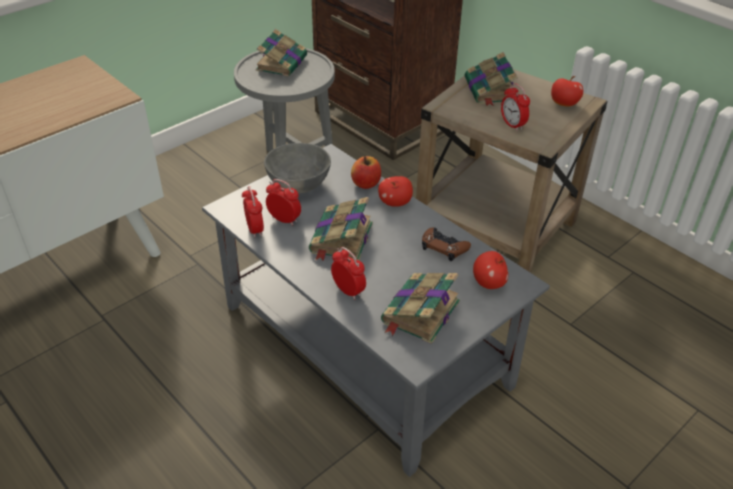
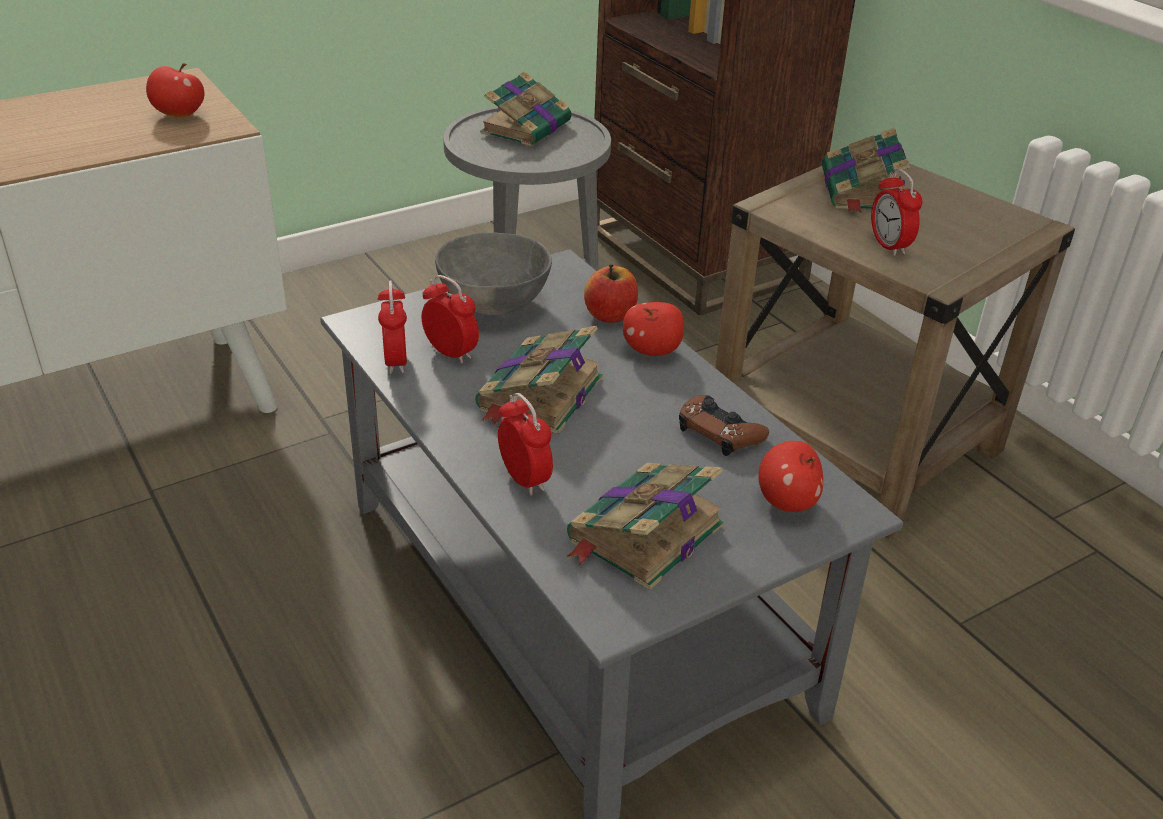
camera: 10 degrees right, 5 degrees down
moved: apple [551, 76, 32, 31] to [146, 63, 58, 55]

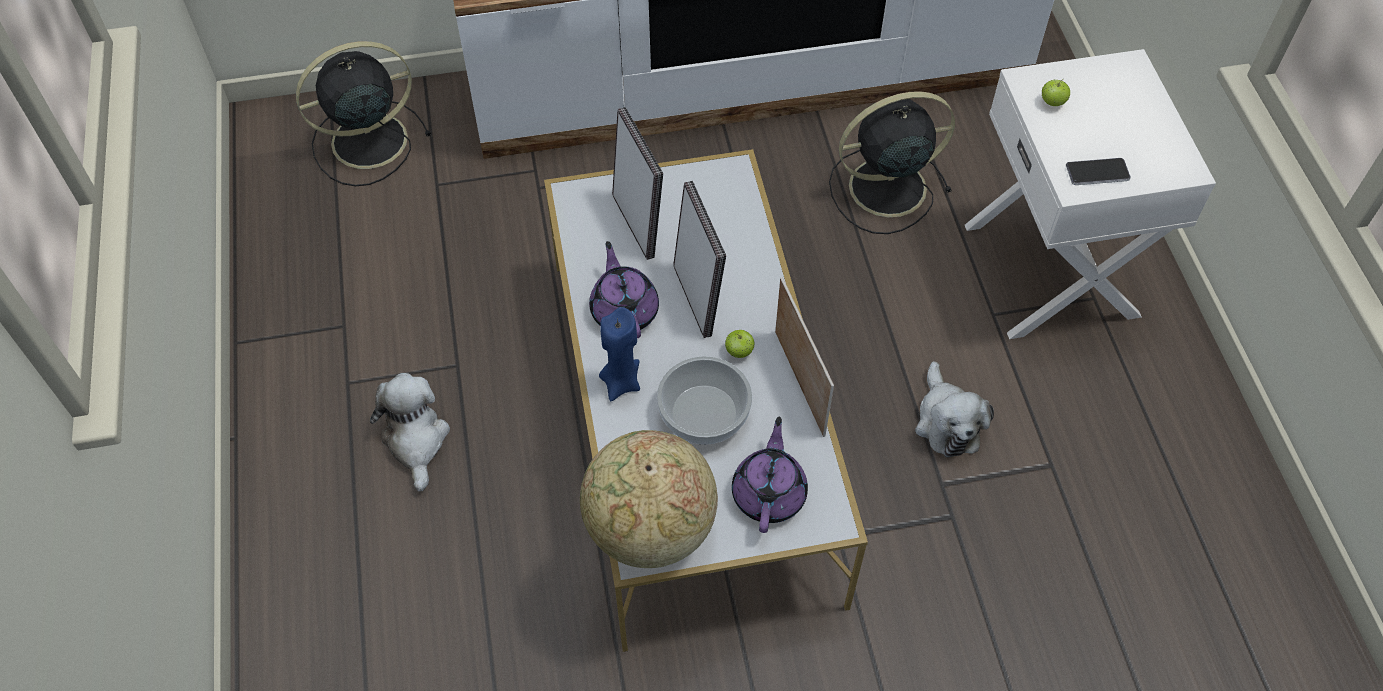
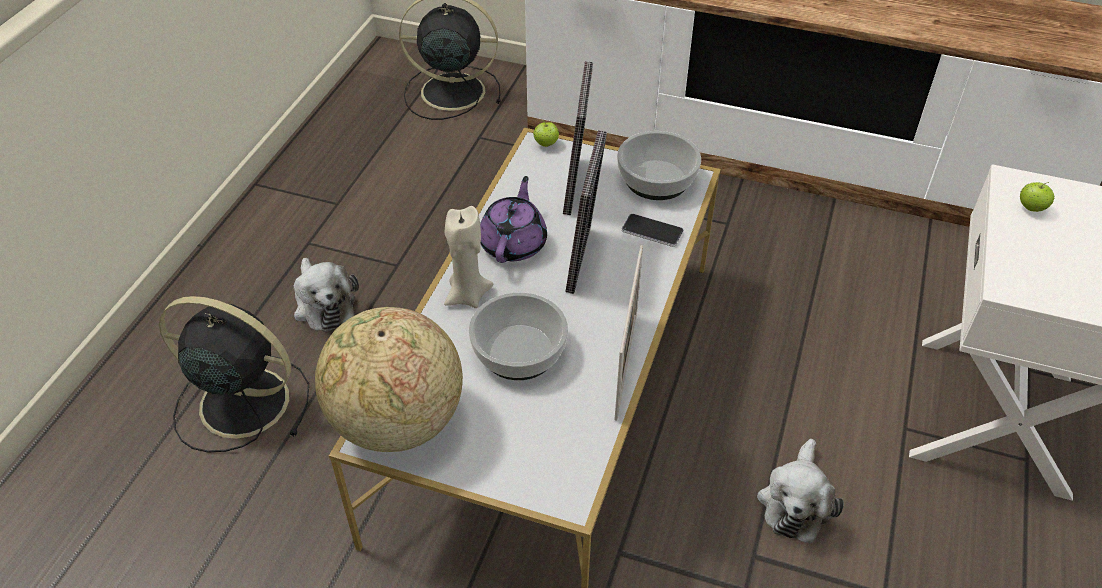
camera: 30 degrees right, 10 degrees down
removed: teapot (purple) [732, 417, 76, 116]
added: bowl [617, 131, 84, 69]
moved: fan (black) [829, 91, 126, 143] to [159, 296, 150, 156]; apple [725, 330, 30, 28] to [534, 120, 25, 27]; phone [1066, 158, 65, 27] to [622, 214, 62, 33]
recoloured: candle (blue) [599, 307, 41, 94] to candle (beige) [444, 206, 49, 102]
turned: plush toy [370, 373, 80, 119] = [294, 258, 65, 74] 135 degrees clockwise

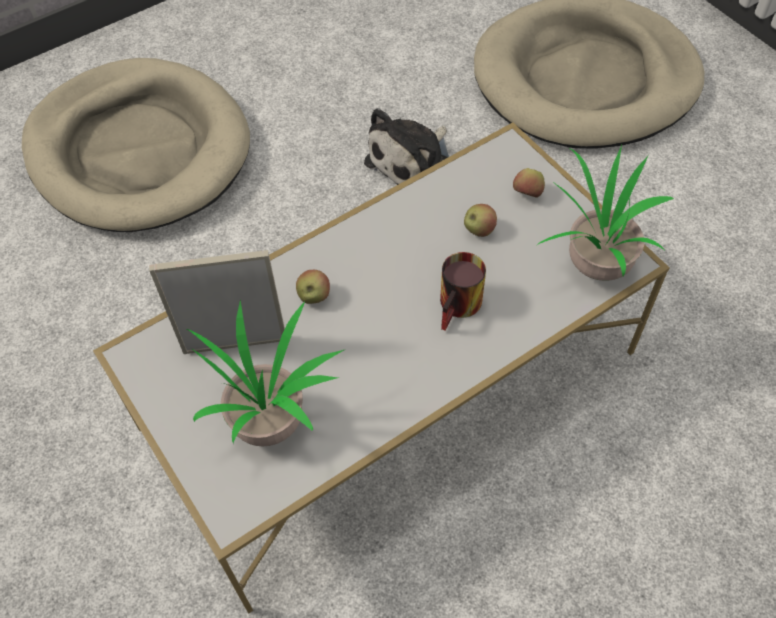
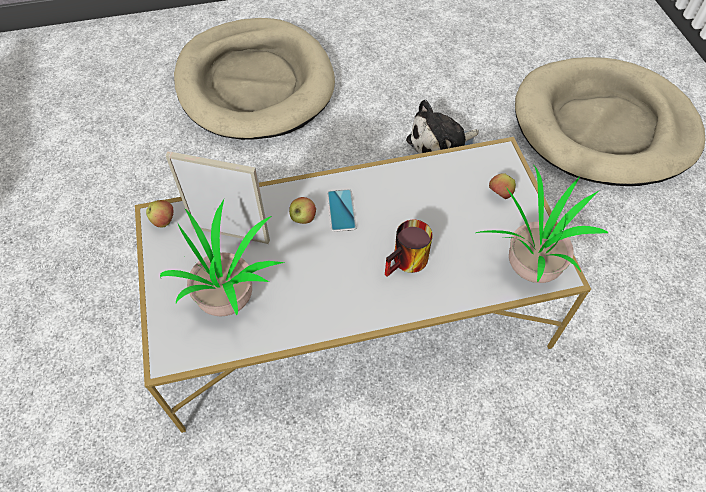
camera: 20 degrees right, 0 degrees up
added: phone [327, 189, 30, 43]
moved: apple [464, 204, 33, 33] to [146, 200, 28, 27]

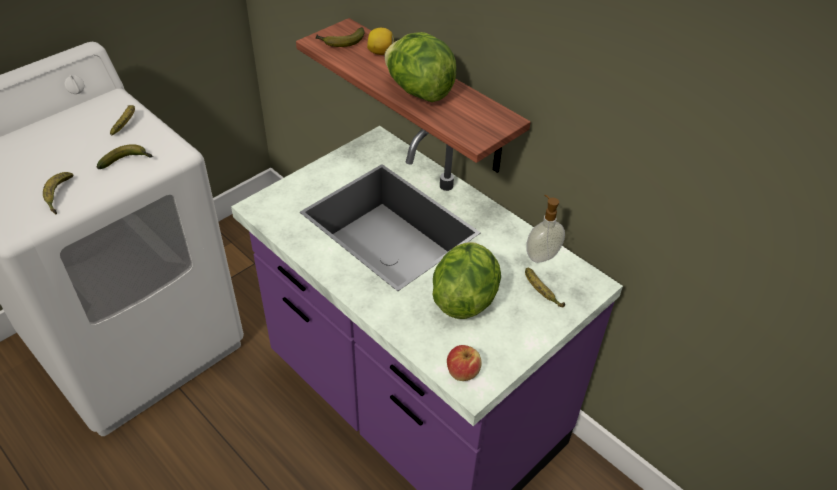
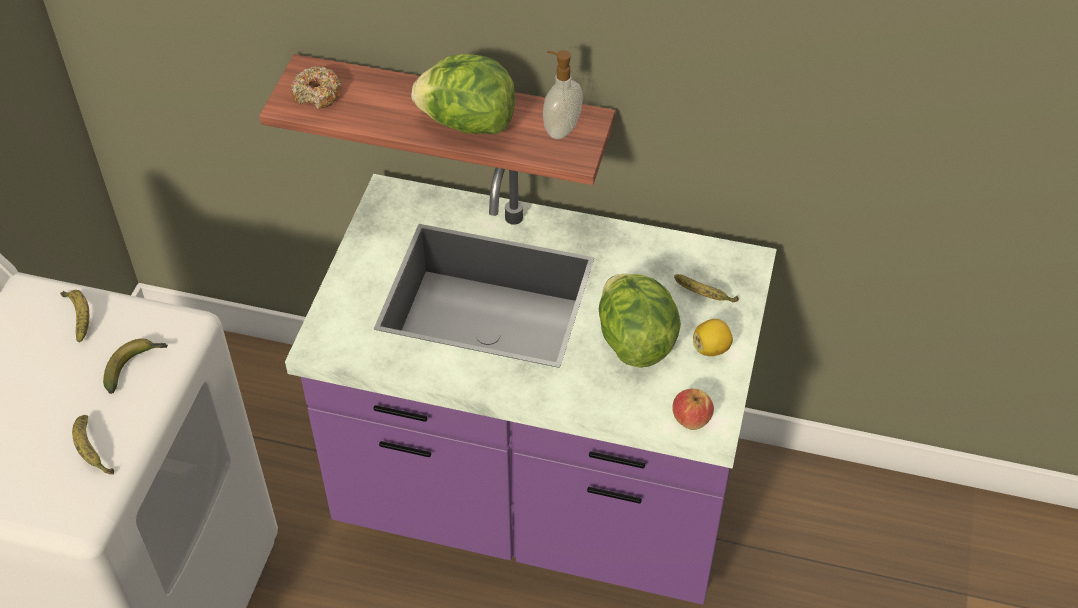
camera: 30 degrees left, 5 degrees up
moved: soap dispenser [526, 195, 39, 68] to [543, 50, 40, 89]; lemon [367, 28, 27, 27] to [693, 319, 40, 37]
replaced: banana [315, 27, 50, 20] to donut [291, 66, 50, 43]

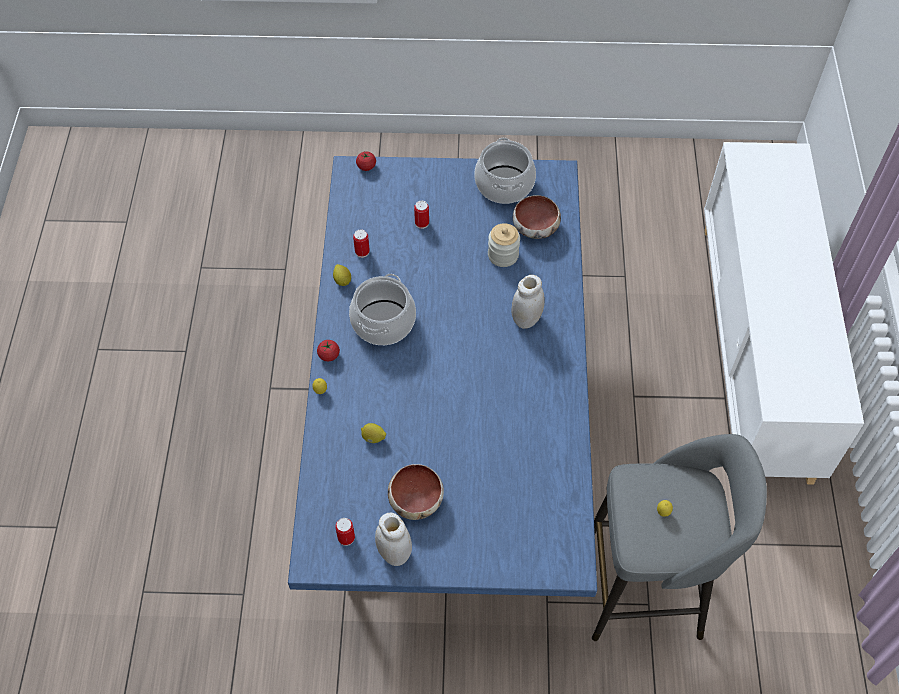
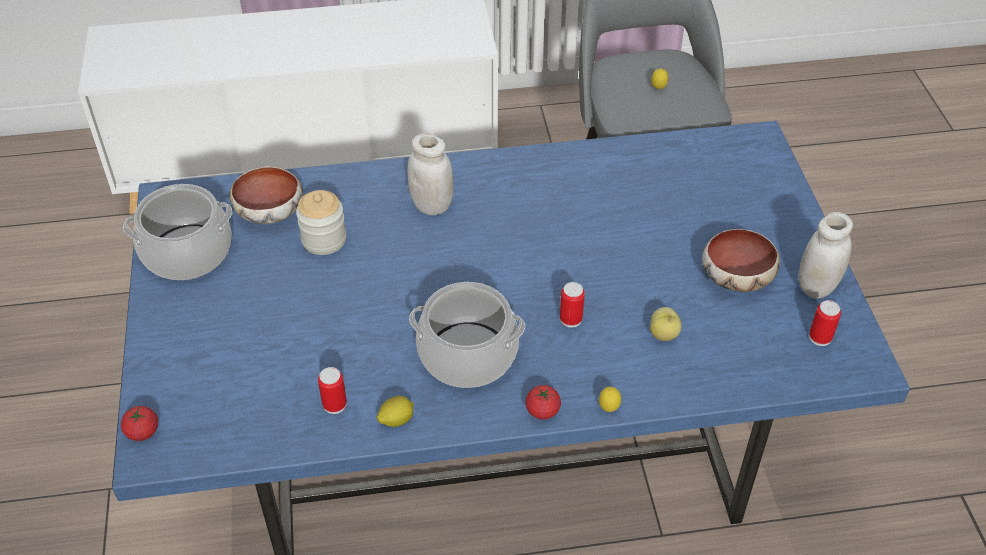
camera: 100 degrees left, 10 degrees down
moved: can [414, 201, 15, 28] to [560, 282, 25, 45]
replaced: lemon [361, 423, 25, 20] to apple [650, 307, 32, 34]

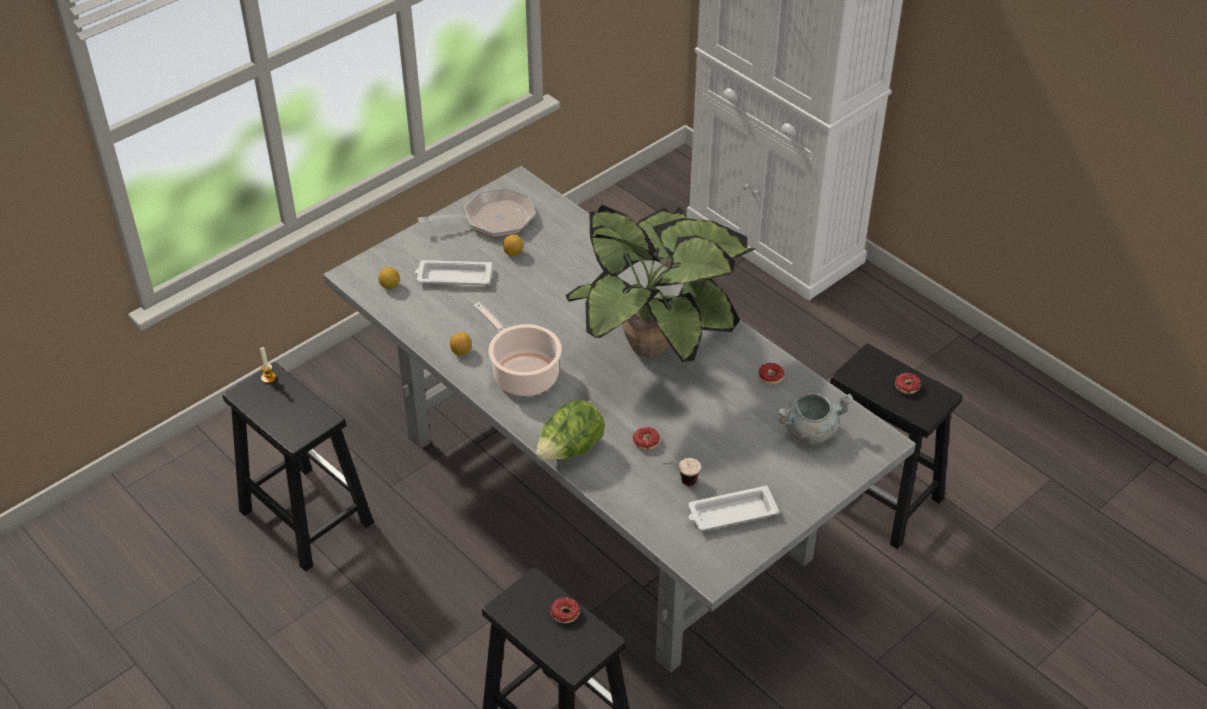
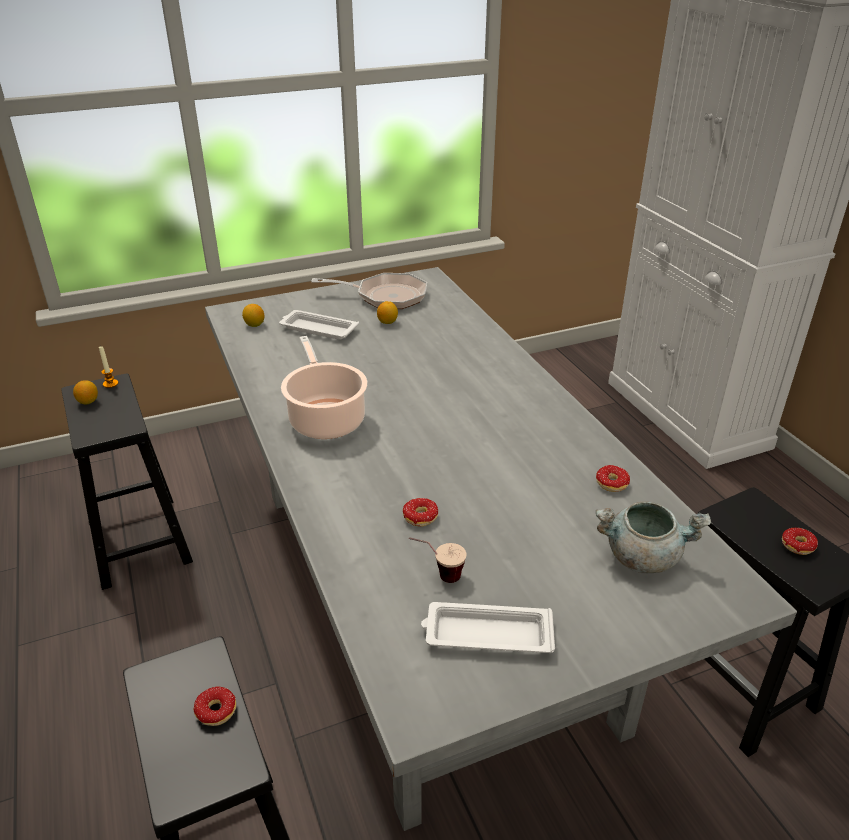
camera: 20 degrees right, 10 degrees down
removed: lettuce [536, 400, 69, 61]; potted plant [565, 205, 190, 157]
moved: lemon [450, 332, 21, 24] to [73, 380, 25, 25]

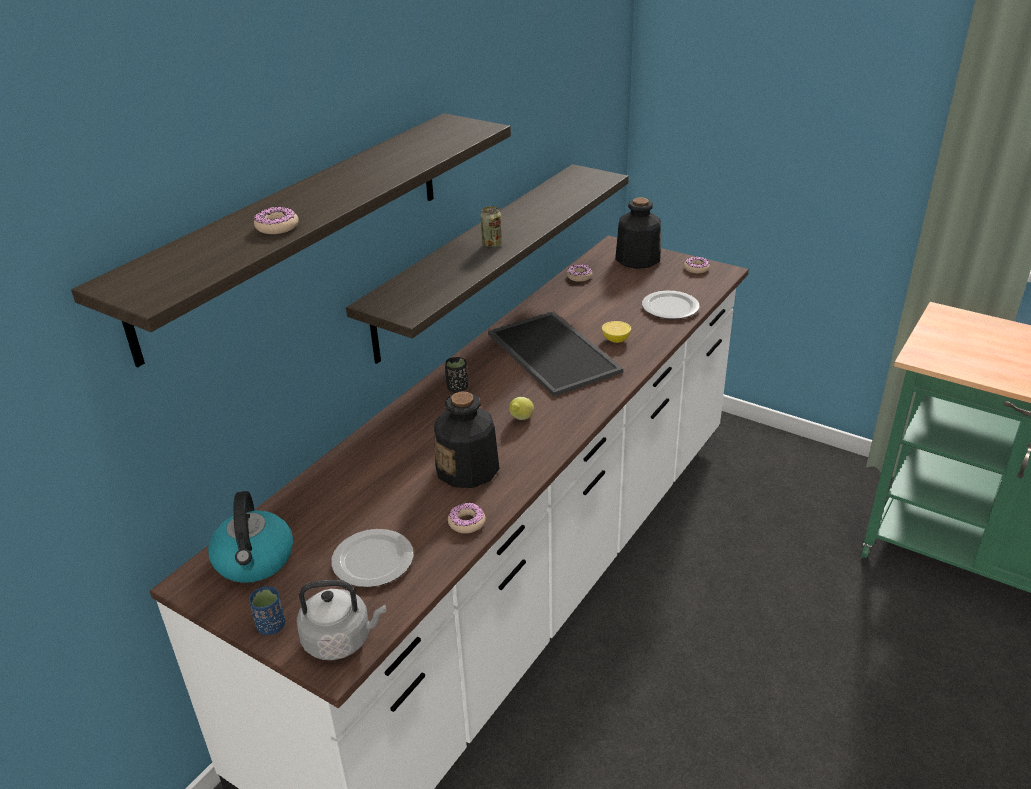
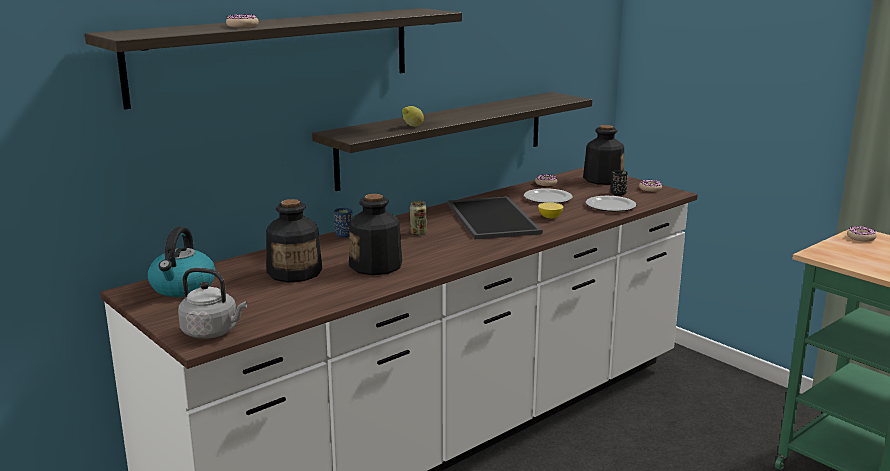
camera: 15 degrees right, 15 degrees down
added: bottle [266, 199, 56, 84]
moved: cup (blue) [249, 586, 36, 49] to [334, 208, 19, 30]; lemon [509, 397, 25, 23] to [402, 106, 22, 21]; can [481, 206, 21, 42] to [410, 201, 17, 34]; plate [331, 529, 83, 58] to [524, 188, 49, 15]; cup (black) [445, 357, 23, 36] to [611, 170, 17, 26]; donut [448, 503, 38, 31] to [847, 226, 29, 16]

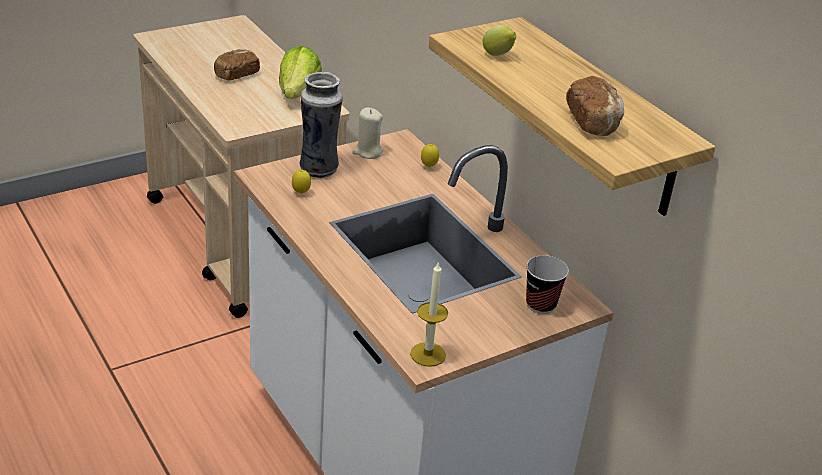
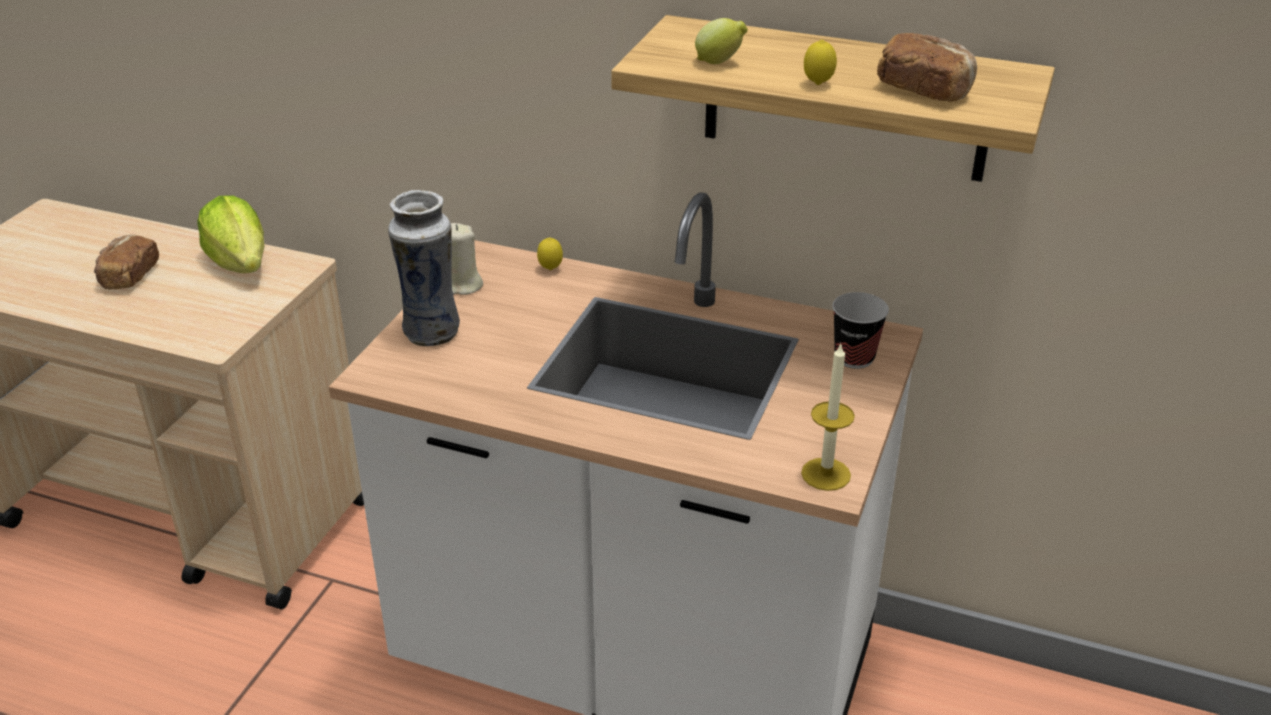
camera: 35 degrees left, 0 degrees up
moved: lemon [292, 170, 19, 24] to [804, 40, 33, 45]

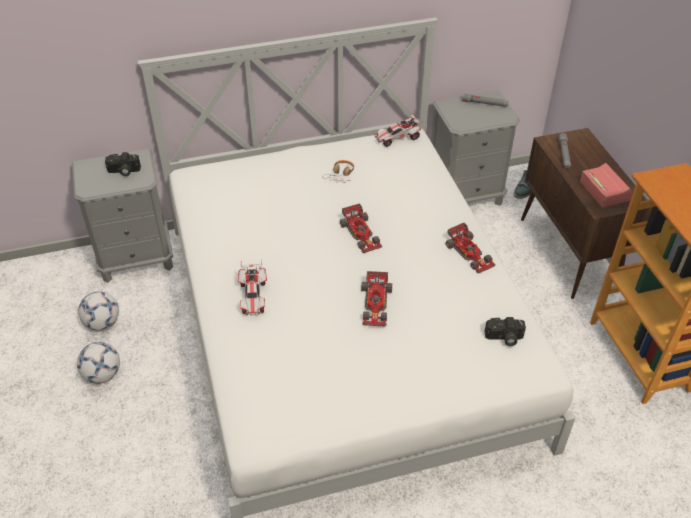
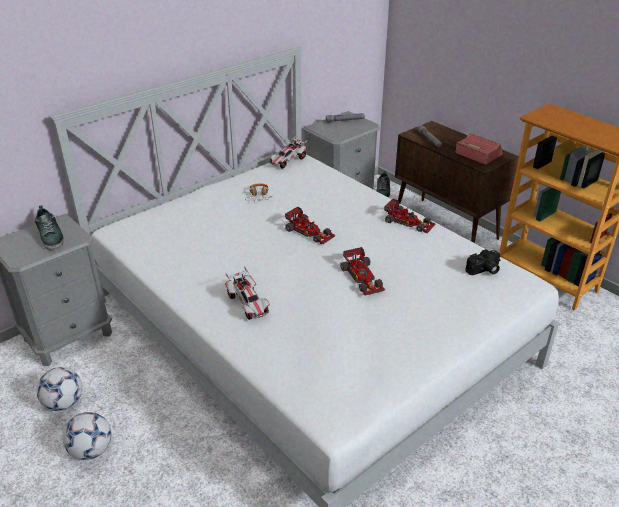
camera: 25 degrees left, 10 degrees down
replaced: photo camera [105, 152, 36, 24] to shoe [35, 205, 29, 45]

